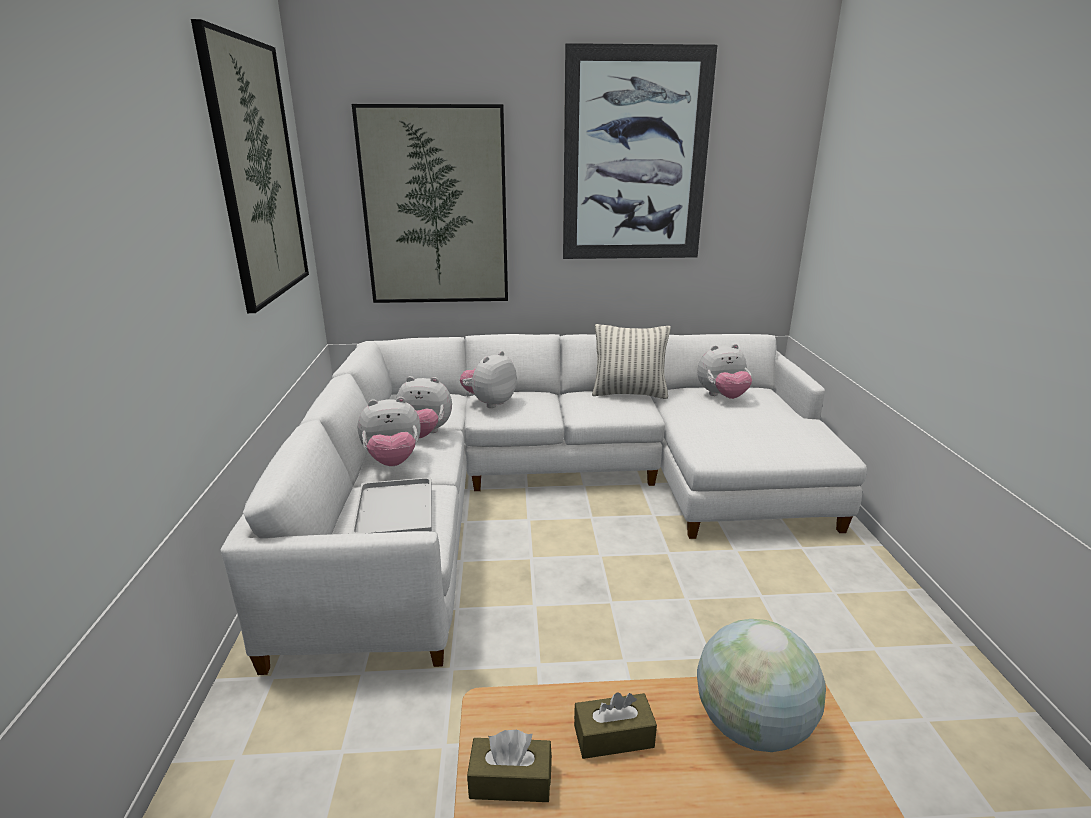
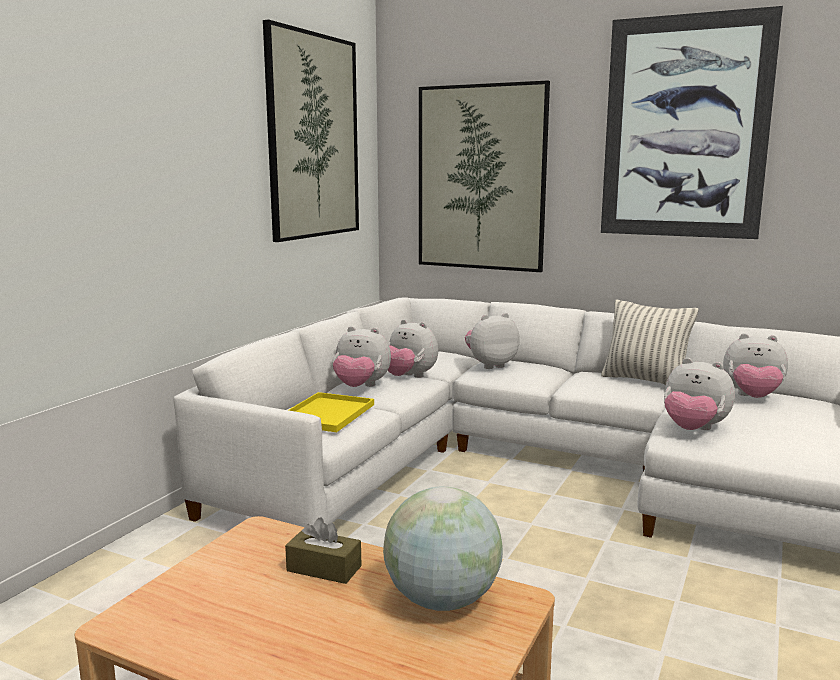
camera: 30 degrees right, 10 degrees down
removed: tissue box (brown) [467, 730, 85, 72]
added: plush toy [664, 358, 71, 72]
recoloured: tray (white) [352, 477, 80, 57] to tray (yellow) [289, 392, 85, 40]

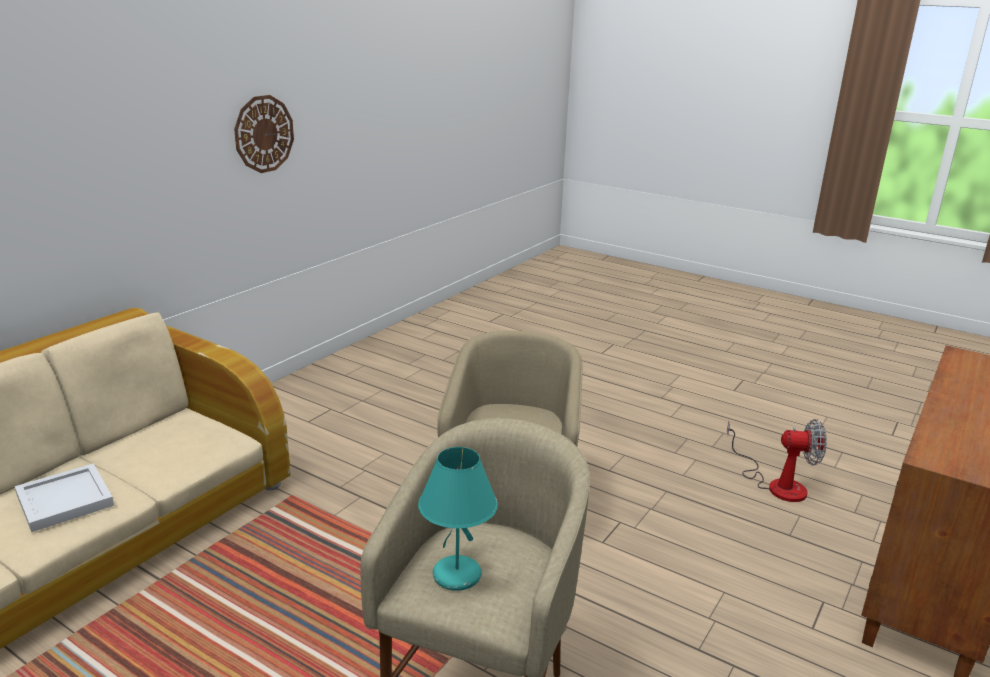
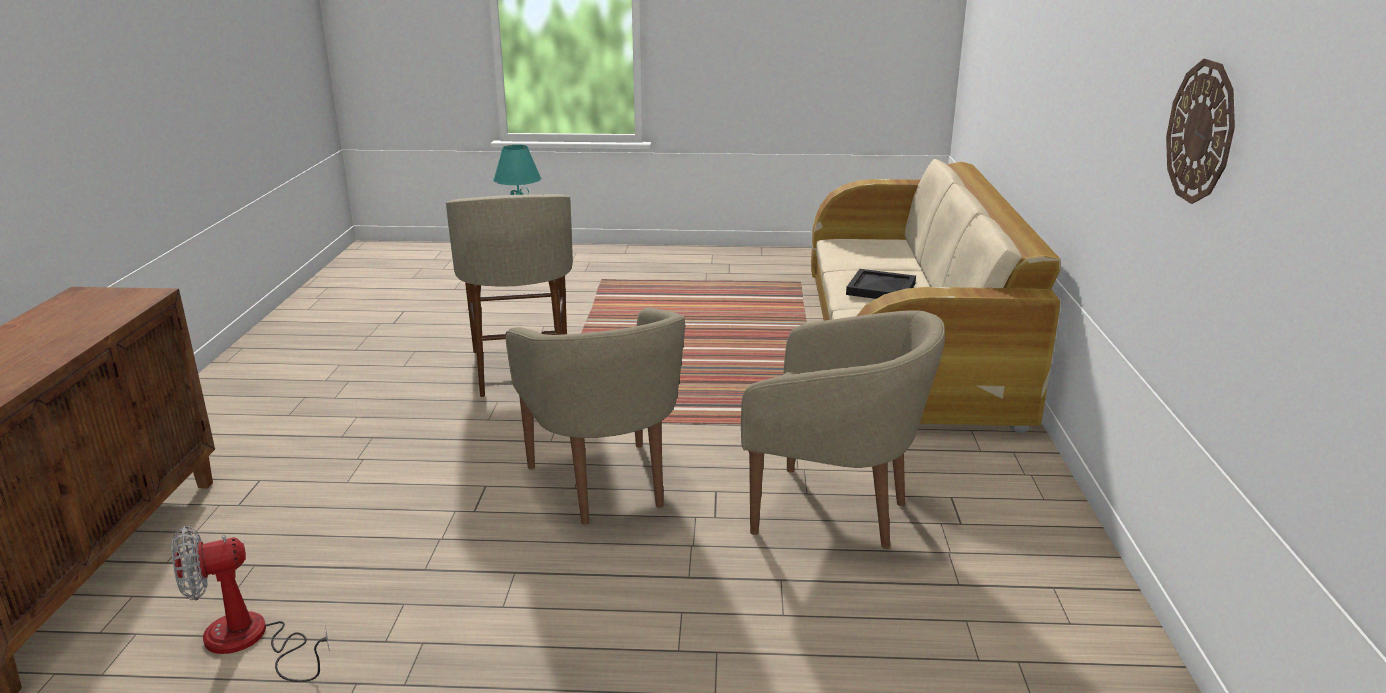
camera: 150 degrees right, 0 degrees up
added: armchair (beige) [741, 310, 204, 239]
recoloured: tray (white) [15, 463, 99, 69] to tray (black) [846, 269, 70, 30]

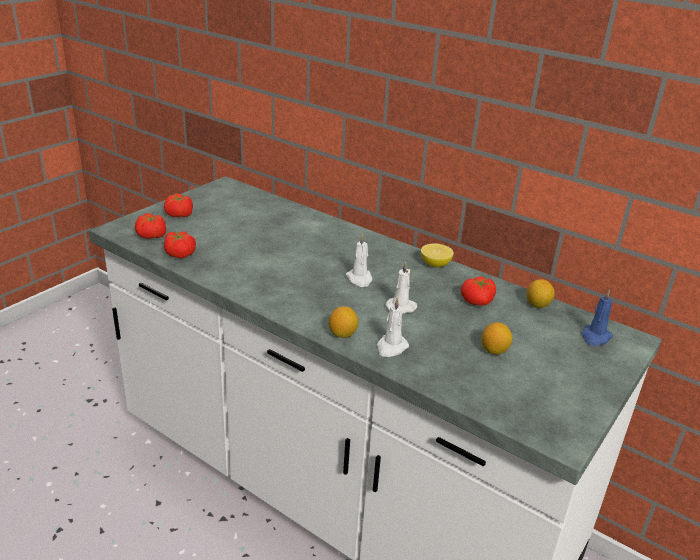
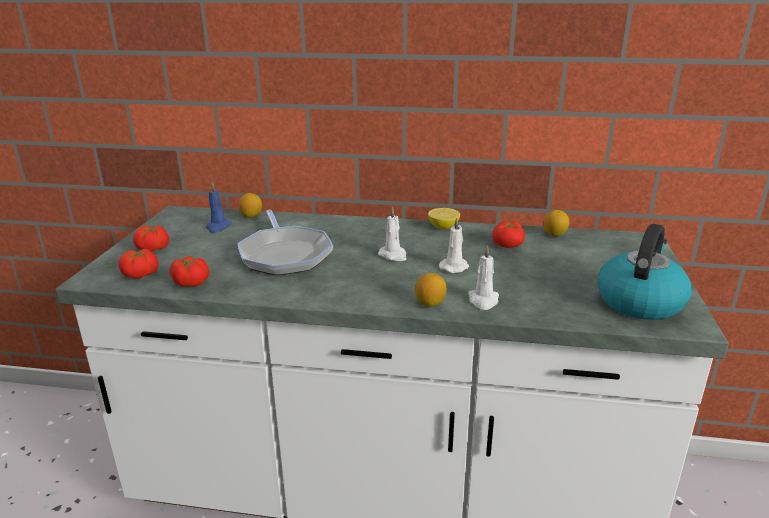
camera: 25 degrees left, 5 degrees down
added: frying pan [237, 210, 96, 66]; kettle [597, 224, 95, 96]
moved: candle (blue) [581, 289, 32, 57] to [206, 182, 26, 51]; lemon [481, 323, 31, 31] to [239, 193, 23, 25]

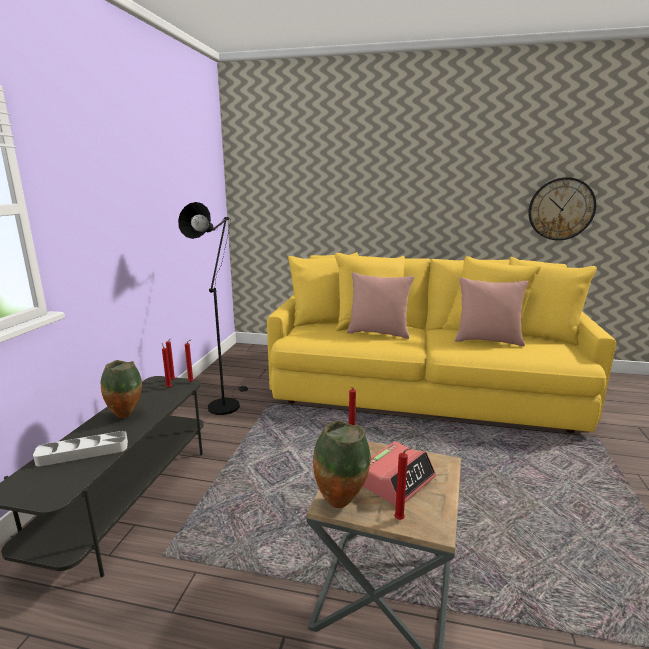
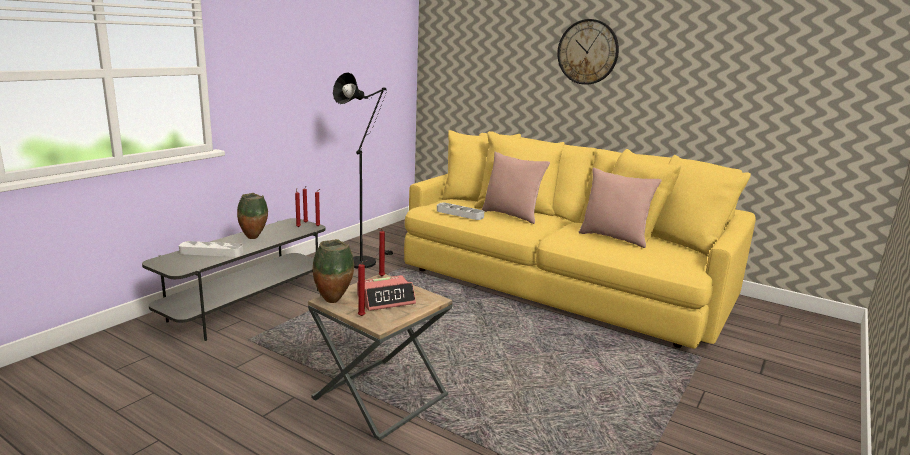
camera: 20 degrees right, 0 degrees up
added: tray (grey) [437, 203, 47, 17]
moved: wall clock [528, 177, 68, 64] to [557, 19, 62, 66]

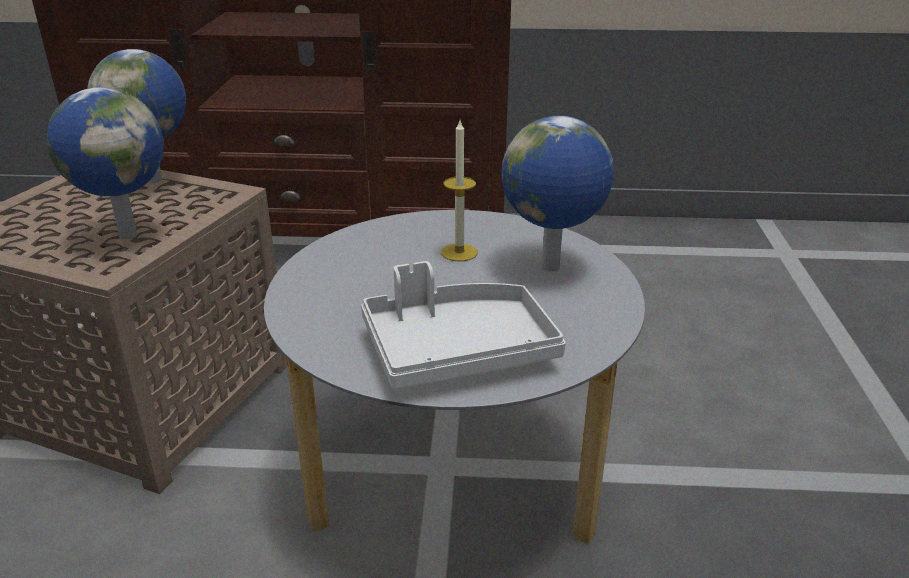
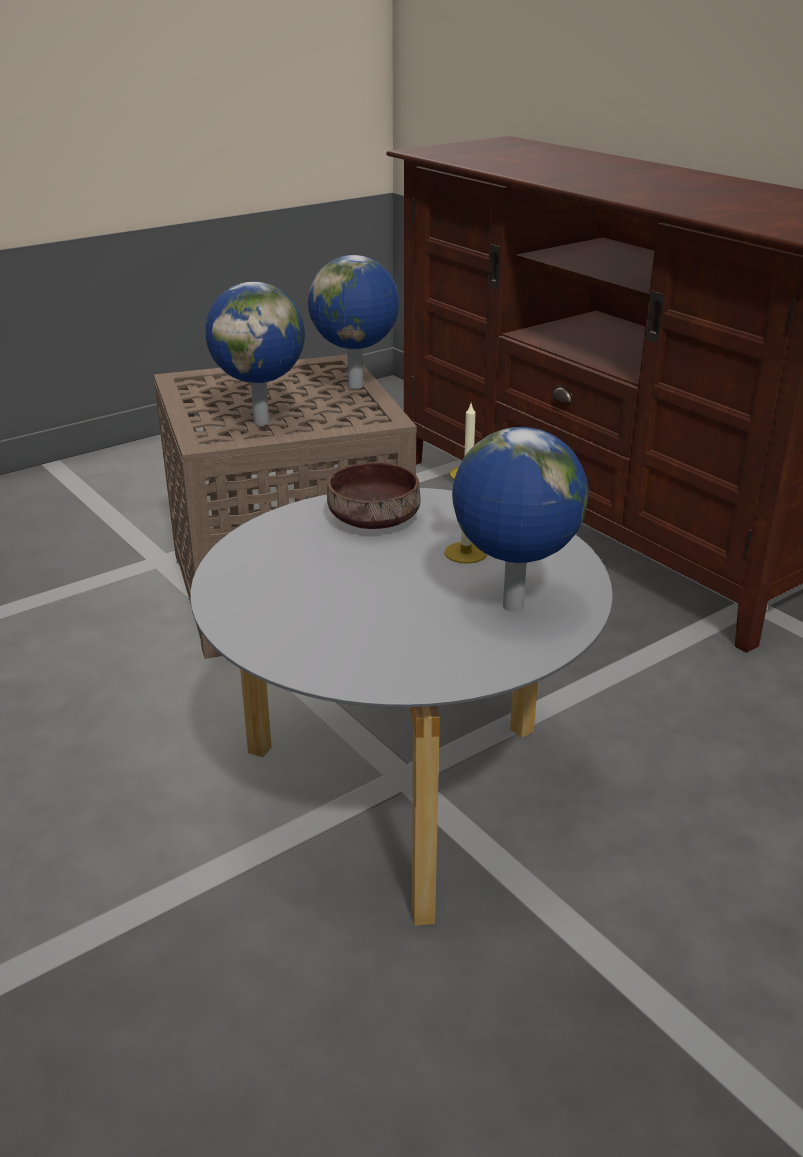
camera: 50 degrees right, 0 degrees up
removed: tray (grey) [361, 261, 205, 128]
added: bowl (brown) [327, 462, 94, 67]

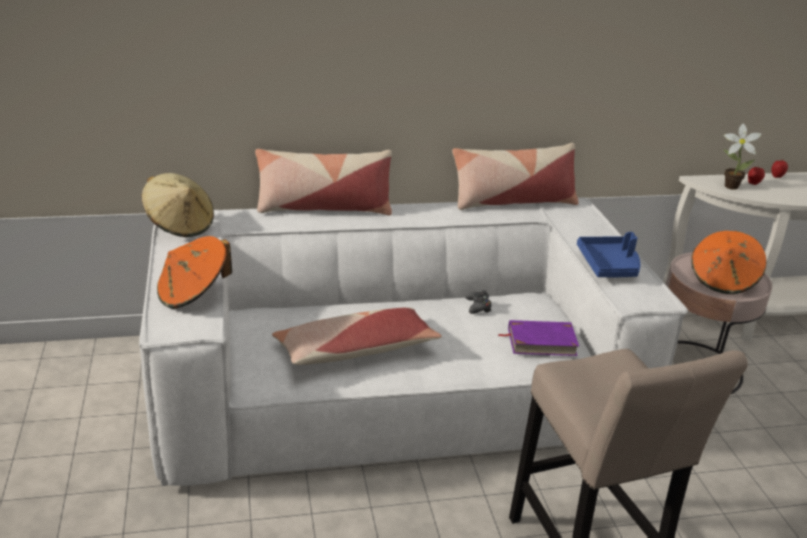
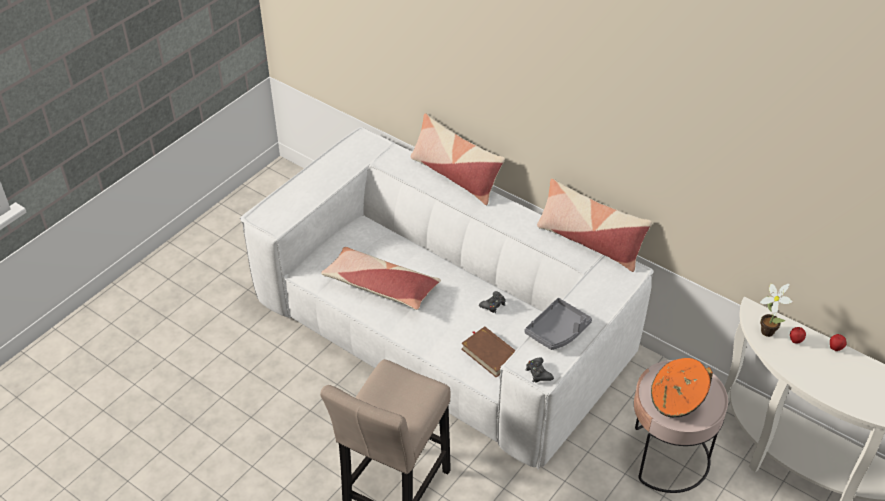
camera: 50 degrees right, 15 degrees up
removed: hat (beige) [142, 173, 72, 64]; hat (orange) [157, 236, 75, 73]
added: game controller (black) [525, 357, 29, 25]
recoloured: book (purple) [498, 320, 81, 36] to book (brown) [461, 326, 55, 52]; tray (blue) [577, 232, 64, 45] to tray (grey) [525, 298, 67, 52]

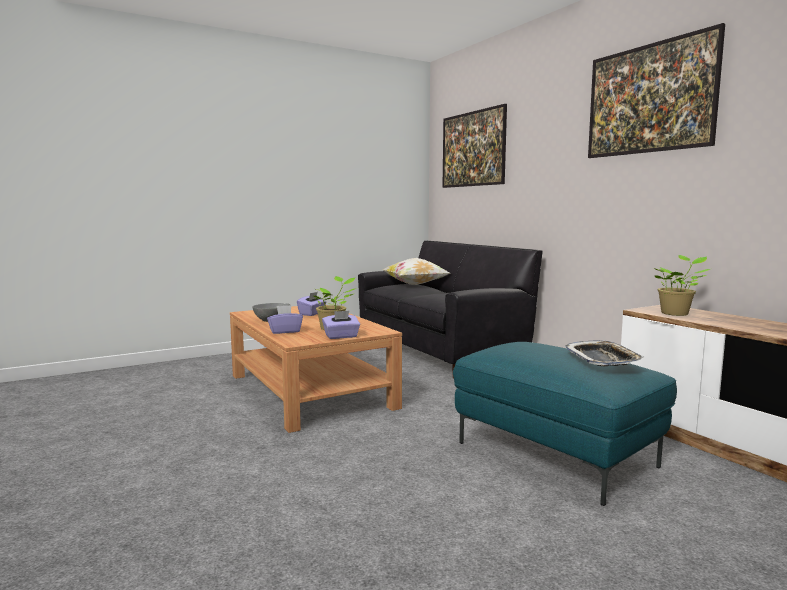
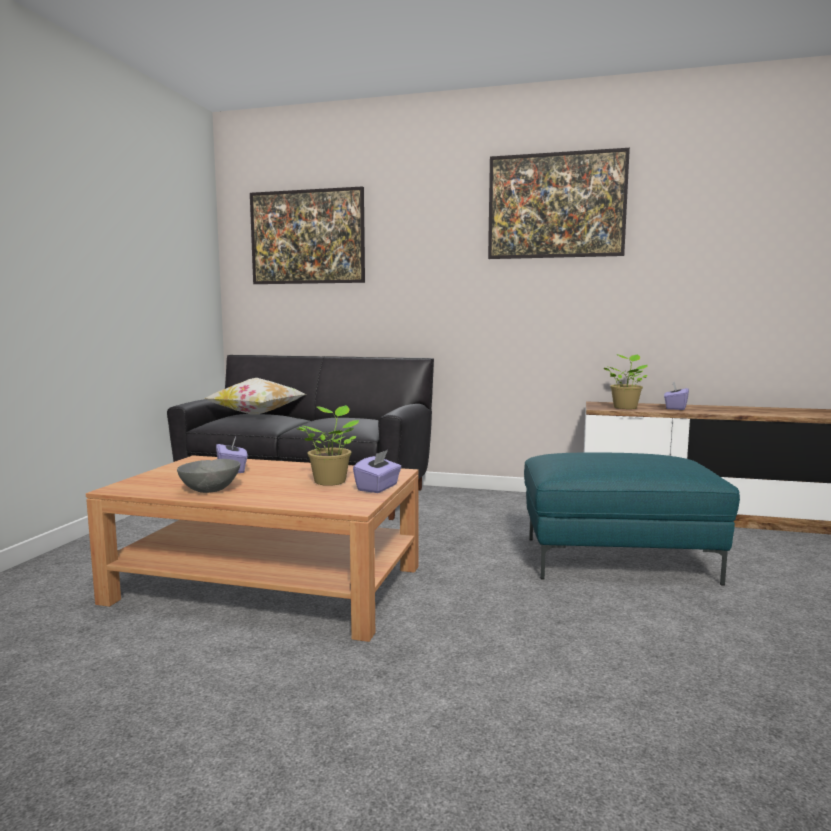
camera: 45 degrees left, 0 degrees up
removed: tray [565, 340, 80, 26]
moved: tissue box (purple) [267, 305, 36, 29] to [664, 381, 25, 29]

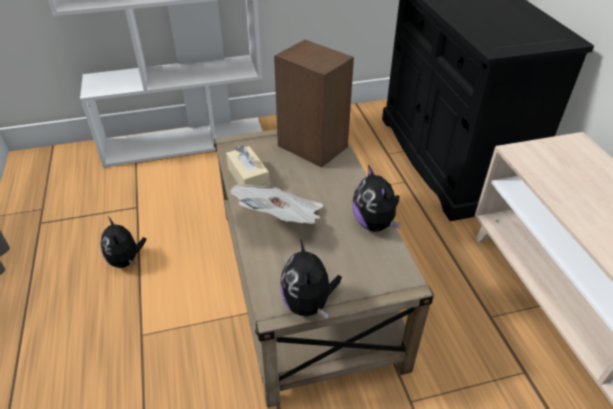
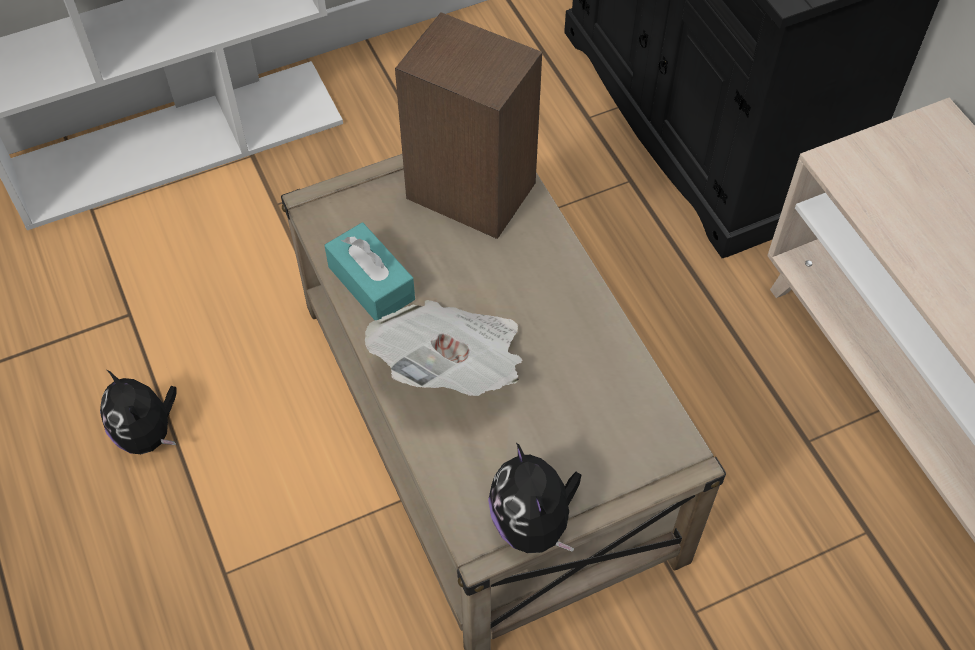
camera: 10 degrees left, 15 degrees up
removed: plush toy [352, 165, 49, 67]
recoloured: tissue box (beige) [226, 145, 44, 43] to tissue box (turquoise) [324, 222, 91, 98]

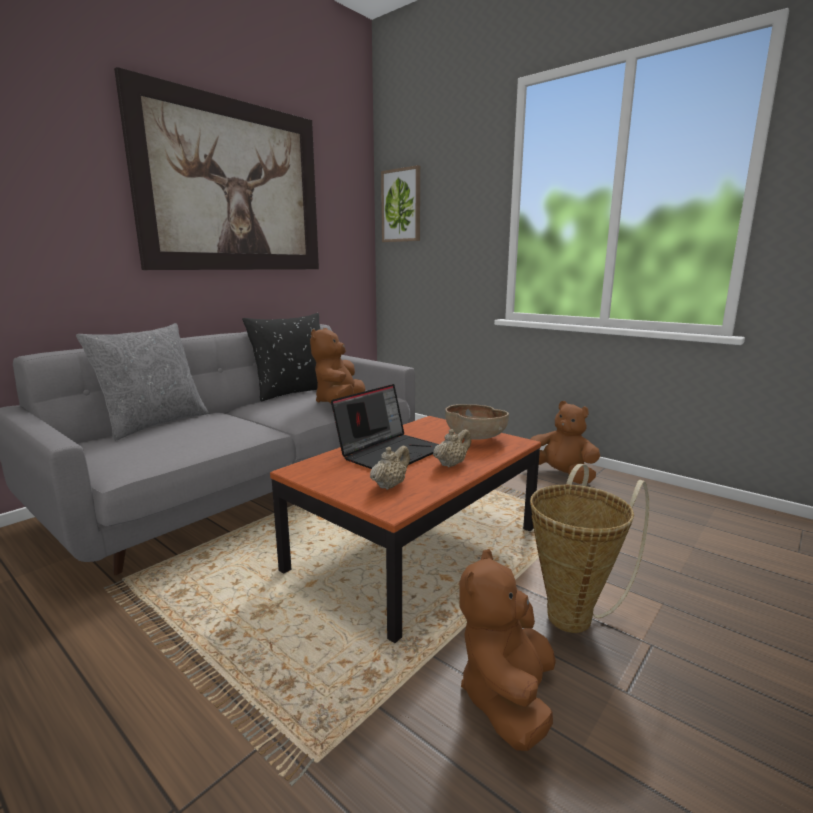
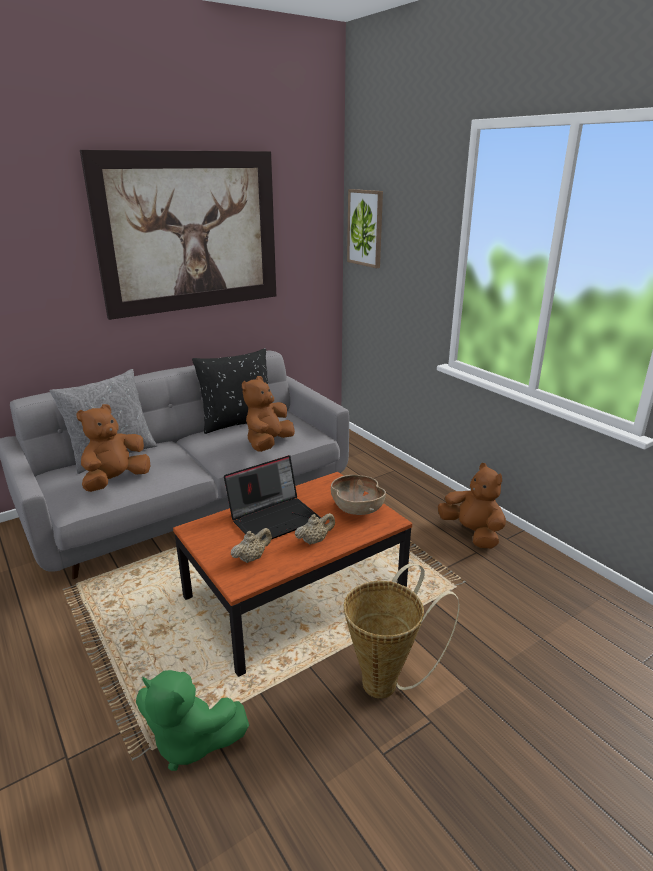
camera: 15 degrees right, 10 degrees up
added: plush toy (green) [136, 670, 113, 101]
moved: plush toy (brown) [459, 549, 97, 202] to [76, 404, 74, 88]

